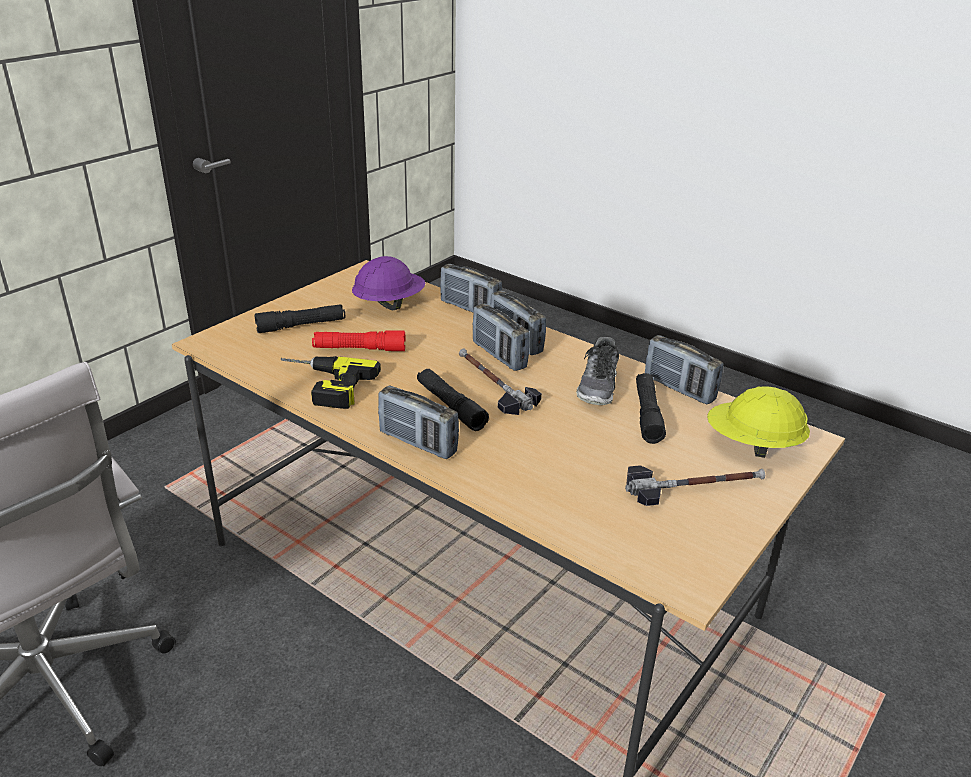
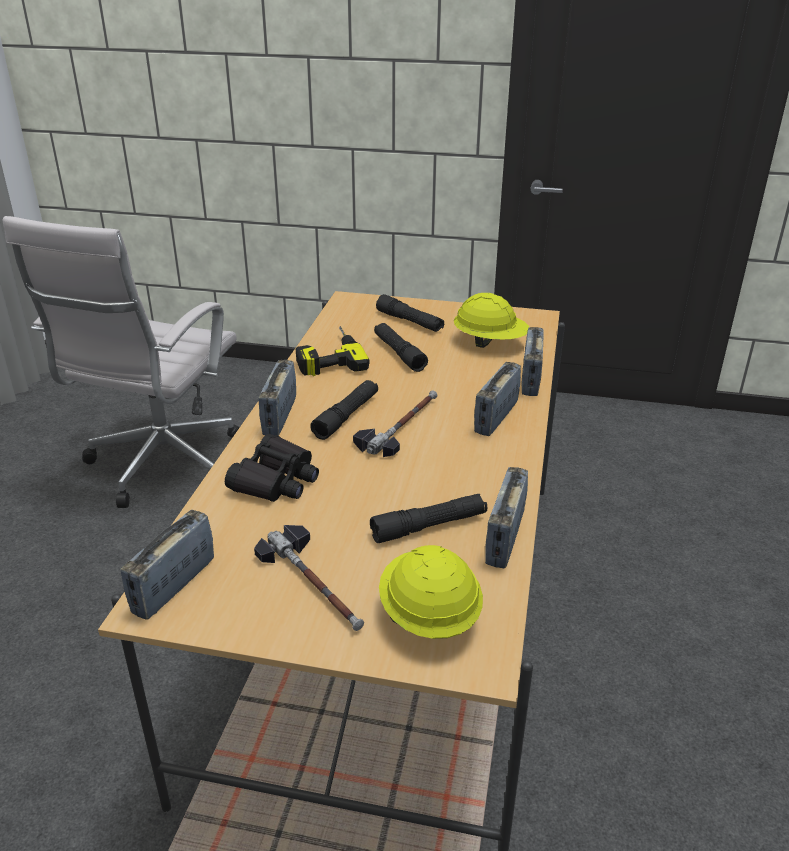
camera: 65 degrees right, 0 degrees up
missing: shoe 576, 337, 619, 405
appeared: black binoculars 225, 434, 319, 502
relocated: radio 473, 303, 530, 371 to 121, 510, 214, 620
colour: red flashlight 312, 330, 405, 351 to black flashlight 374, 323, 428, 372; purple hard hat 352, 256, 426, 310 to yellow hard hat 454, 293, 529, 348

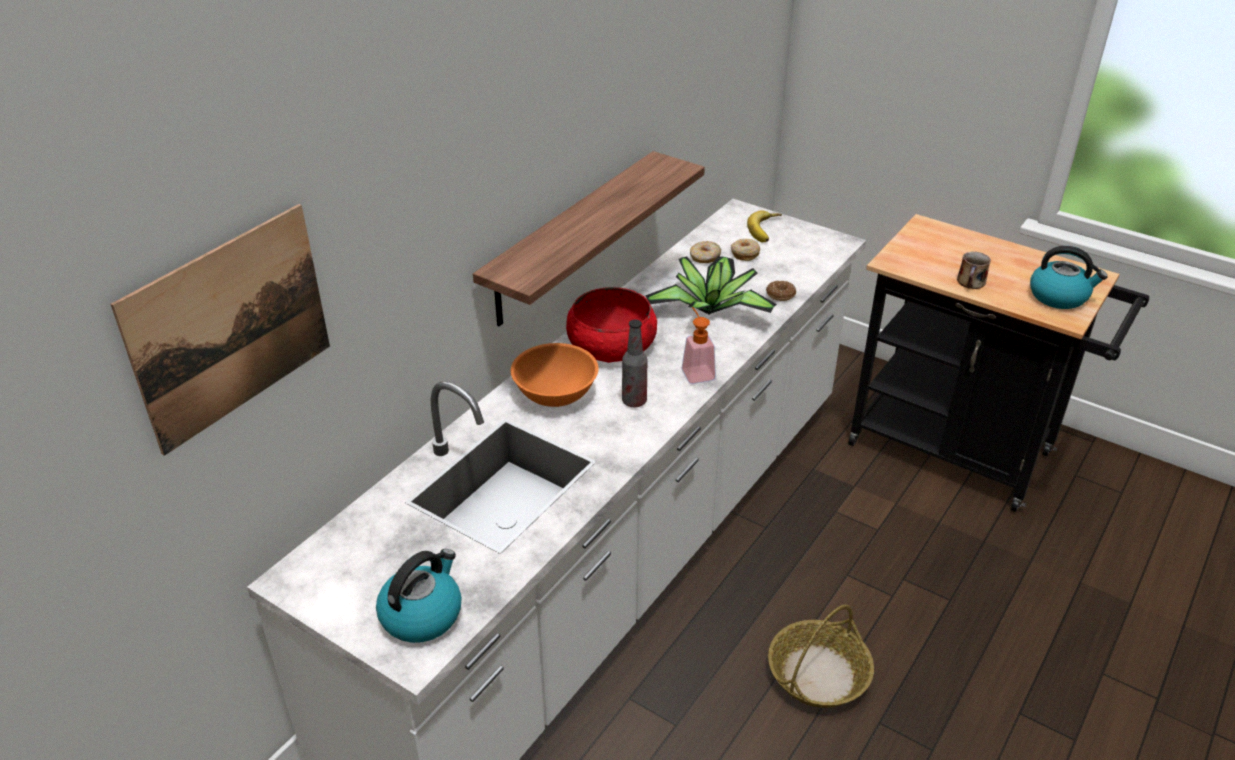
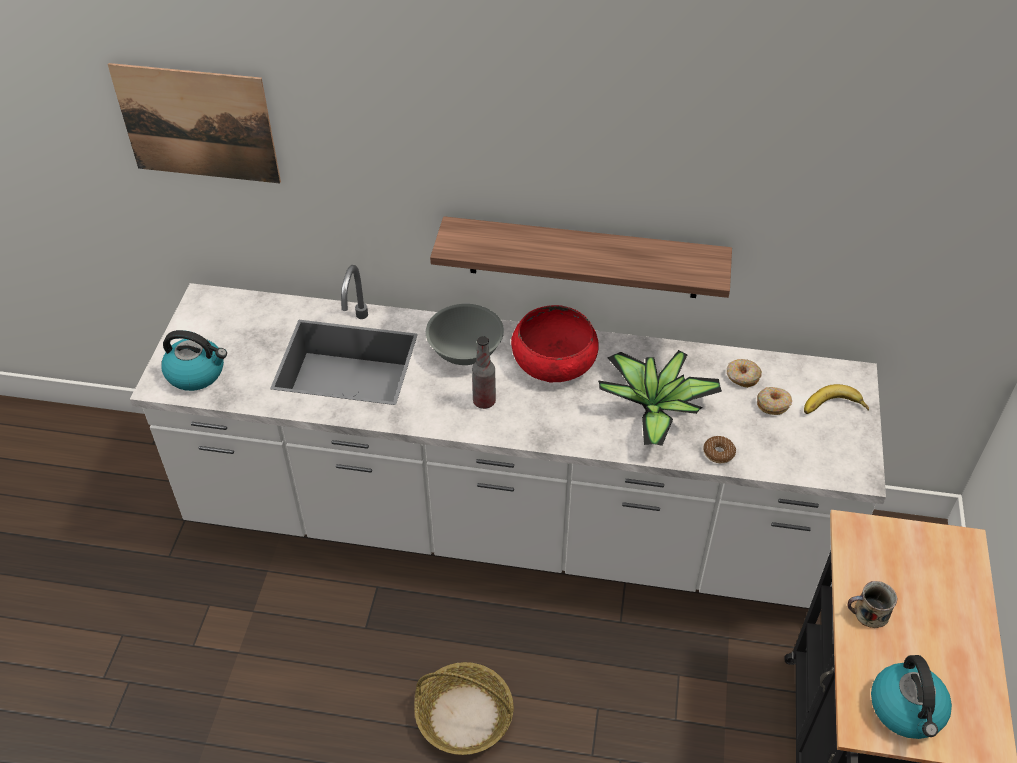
camera: 65 degrees right, 10 degrees up
missing: soap dispenser 681, 307, 716, 384
colour: orange bowl 511, 343, 599, 407 to grey bowl 426, 304, 504, 365

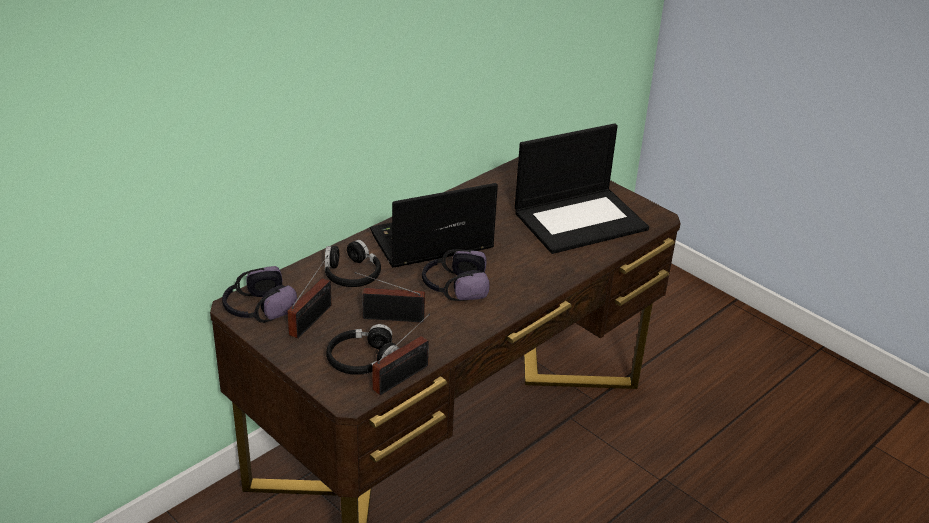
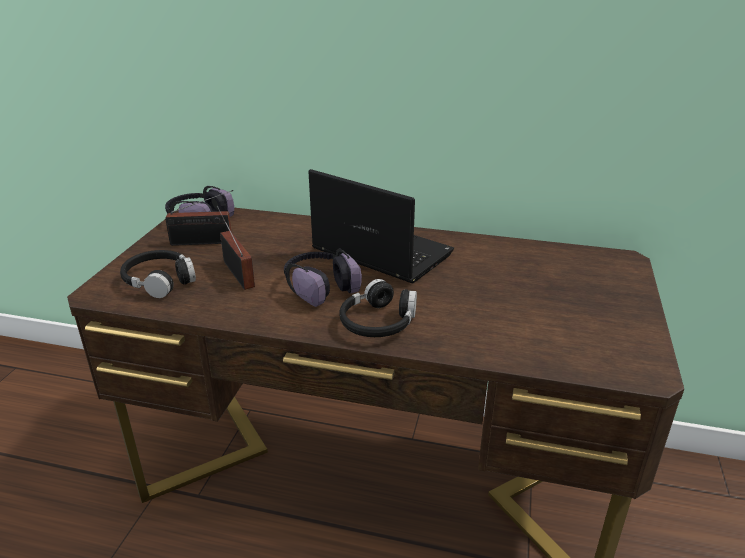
camera: 60 degrees right, 5 degrees down
missing: radio 372, 313, 430, 395; laptop 515, 123, 649, 254
relocated: black headphones 325, 240, 381, 287 to 339, 279, 417, 337

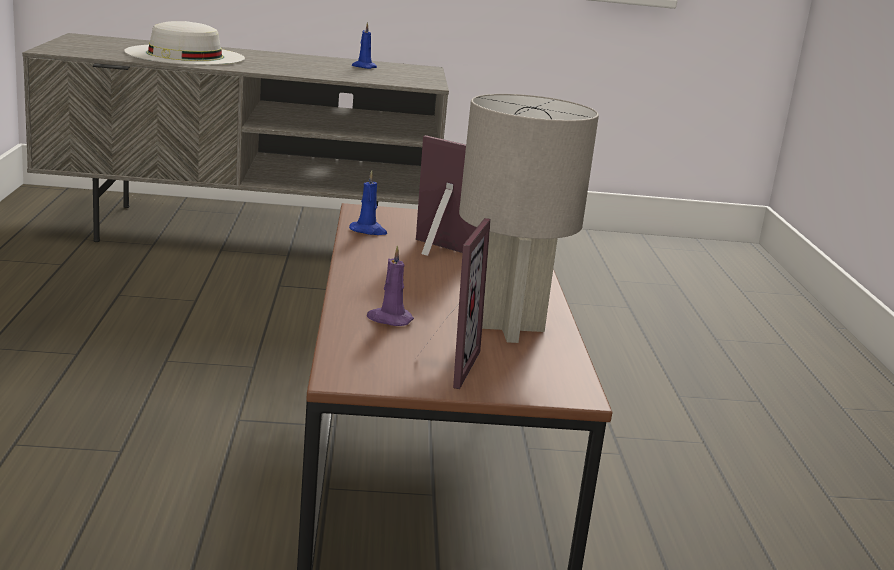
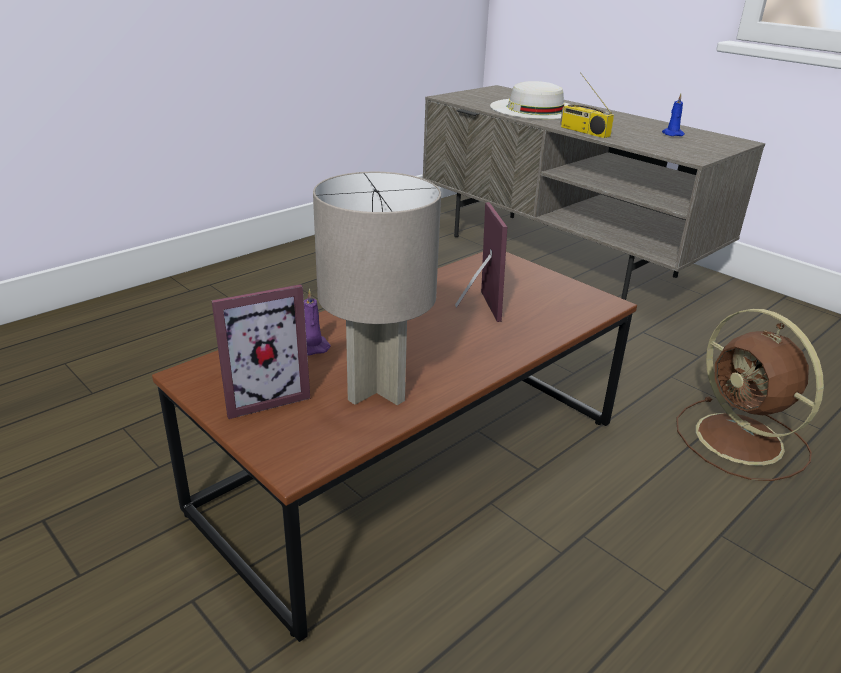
camera: 50 degrees right, 10 degrees up
missing: blue candle 349, 170, 387, 235
appeared: radio 560, 72, 614, 138; brown fan 676, 309, 824, 481

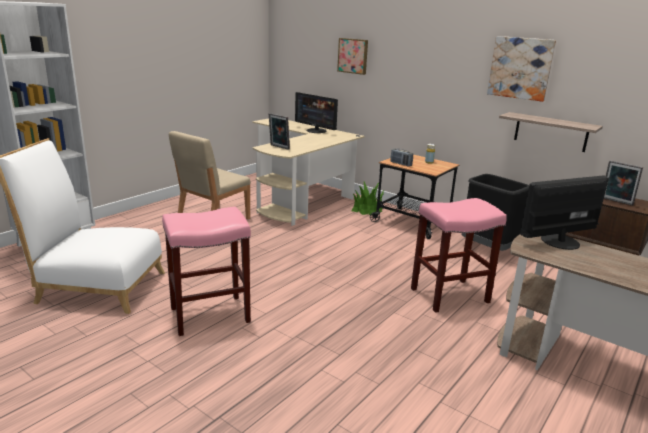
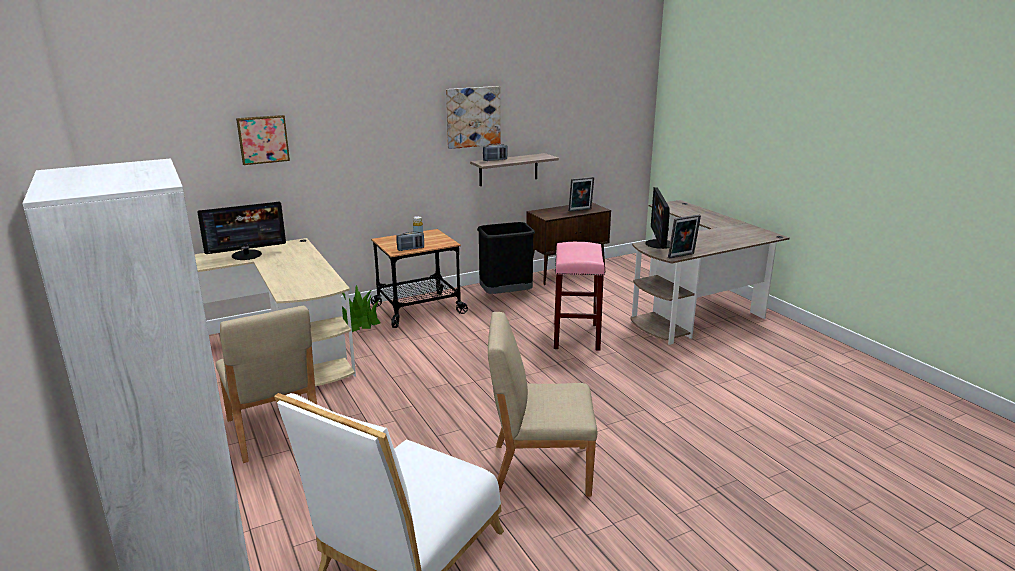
camera: 65 degrees left, 0 degrees up
appeared: radio 483, 143, 508, 161
relocated: picture frame 269, 113, 290, 150 to 668, 215, 701, 259
exchanged: pink stool 162, 207, 251, 336 to beige chair 488, 312, 597, 497

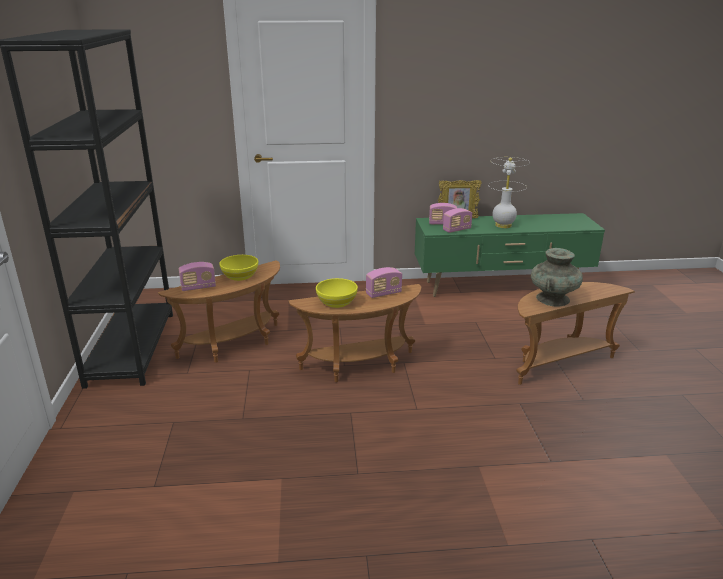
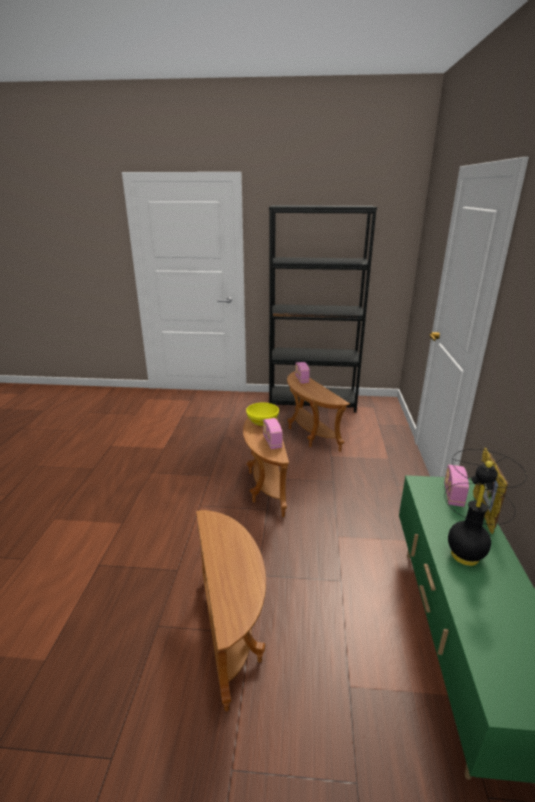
camera: 100 degrees right, 0 degrees up
missing: yellow bowl 219, 255, 258, 281; radio 443, 208, 472, 233; turquoise vase 531, 248, 583, 307
colour: white table lamp 488, 157, 530, 228 to black table lamp 444, 449, 527, 566

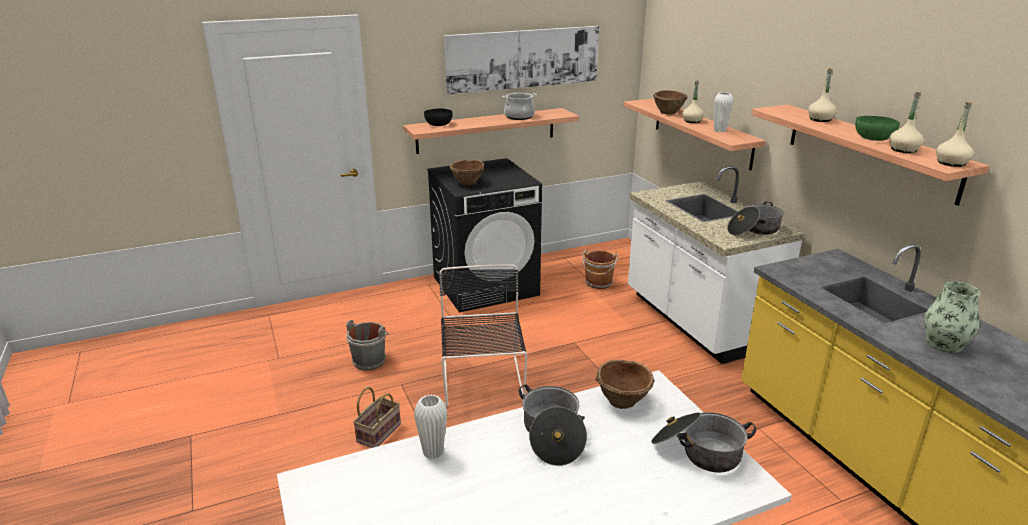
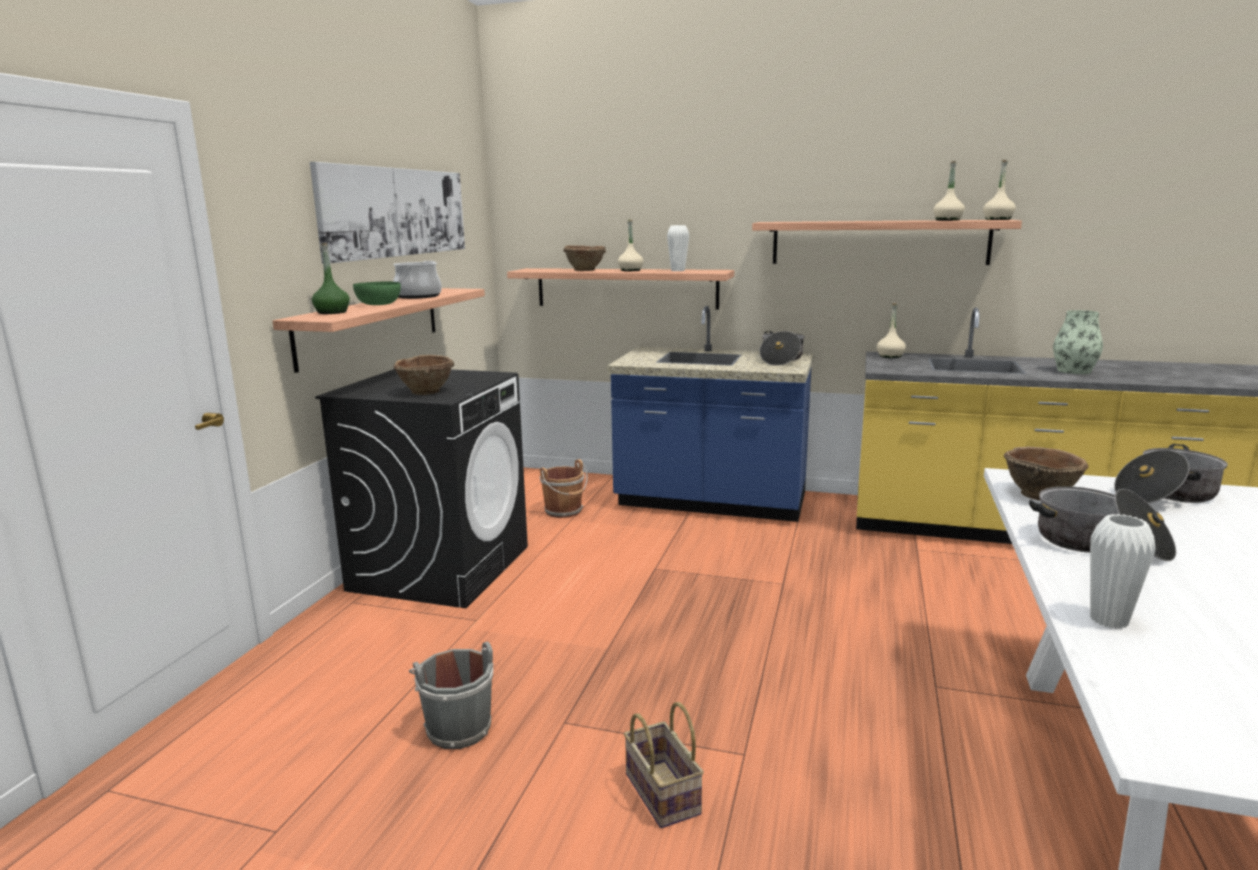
camera: 50 degrees left, 10 degrees down
missing: black chair 439, 264, 527, 407
relocated: beige bottle 808, 68, 837, 122 to 877, 303, 906, 358; green bowl 855, 116, 900, 141 to 353, 281, 401, 305
exchanged: black bowl 424, 109, 453, 126 to green bottle 312, 243, 350, 314
colour: white counter 628, 166, 805, 364 to blue counter 607, 306, 814, 522

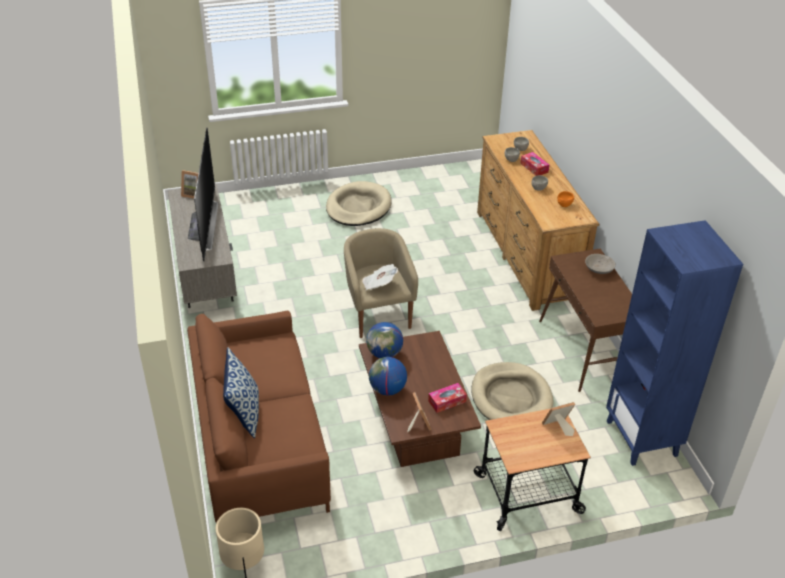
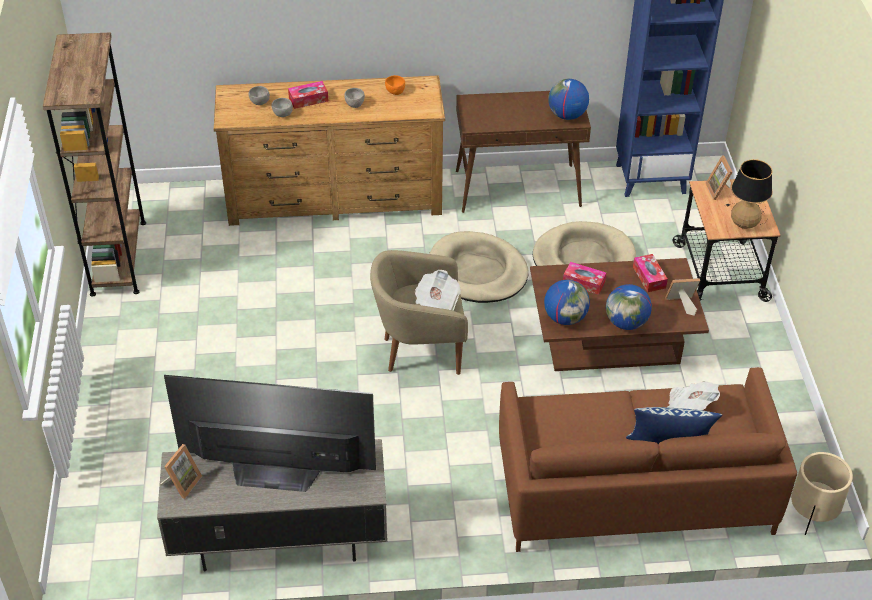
camera: 80 degrees left, 5 degrees up
missing: grey bowl 585, 254, 616, 274
appeared: brown bookcase 43, 32, 146, 297; globe 548, 79, 589, 120; tissue box 563, 262, 606, 295; newspaper 668, 381, 720, 410; table lamp 726, 159, 772, 229
relocated: beige dog bed 326, 181, 392, 226 to 429, 231, 529, 303

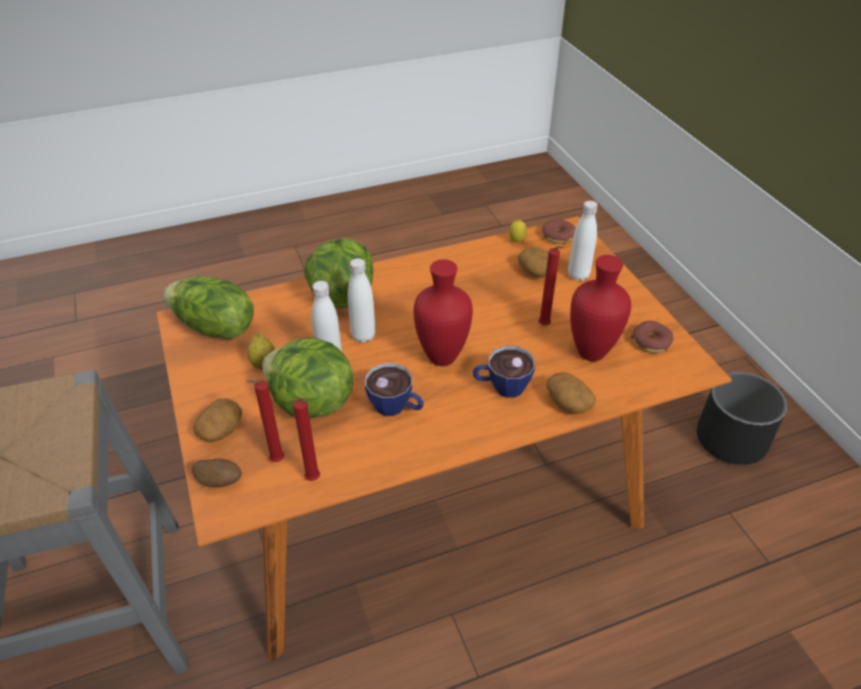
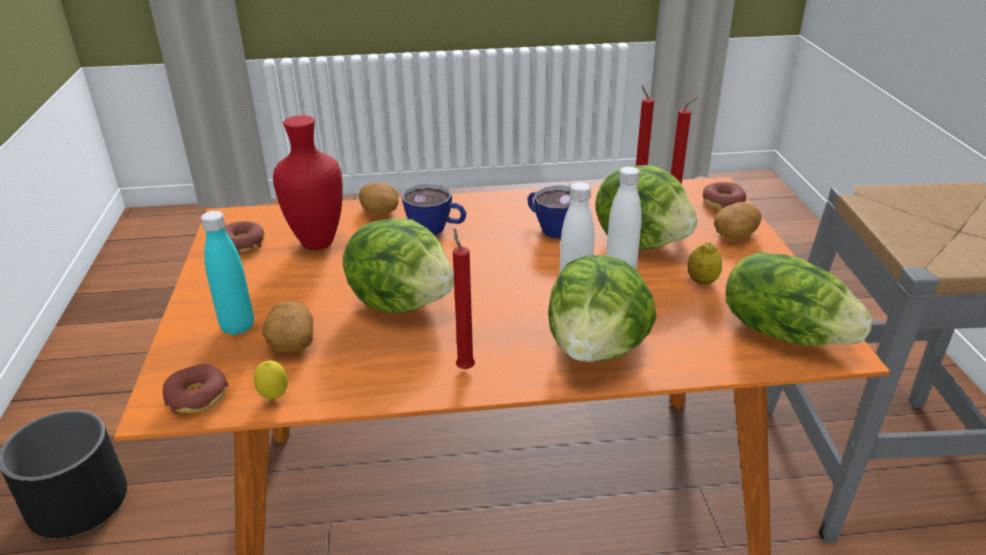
camera: 165 degrees left, 10 degrees down
missing: red vase 413, 259, 473, 366
appeared: lettuce 343, 218, 454, 313
relocated: red candle 538, 246, 564, 326 to 453, 228, 475, 369
exchanged: potato 192, 459, 242, 487 to donut 703, 182, 746, 209
colour: white bottle 568, 201, 598, 281 to turquoise bottle 201, 211, 254, 335

